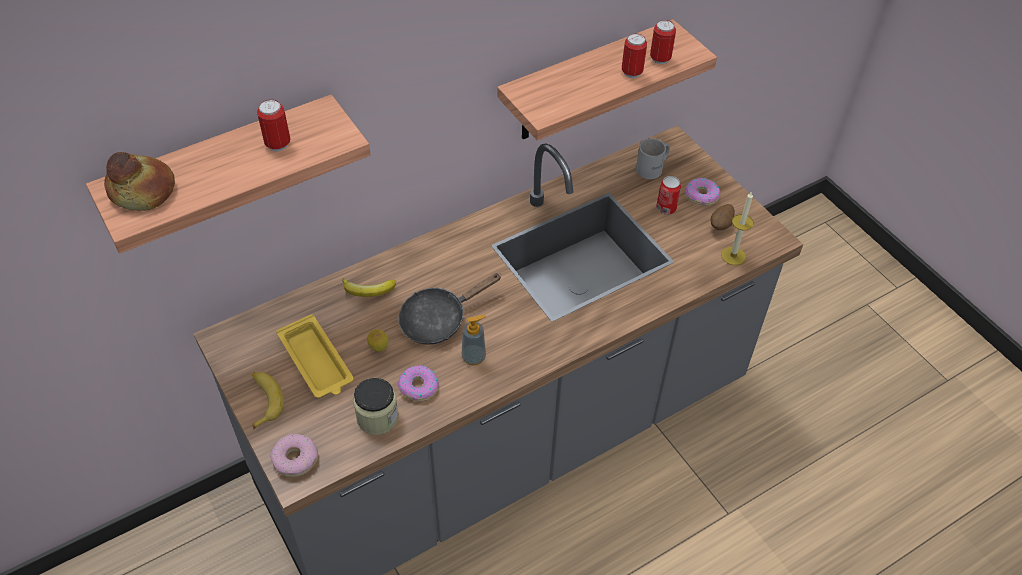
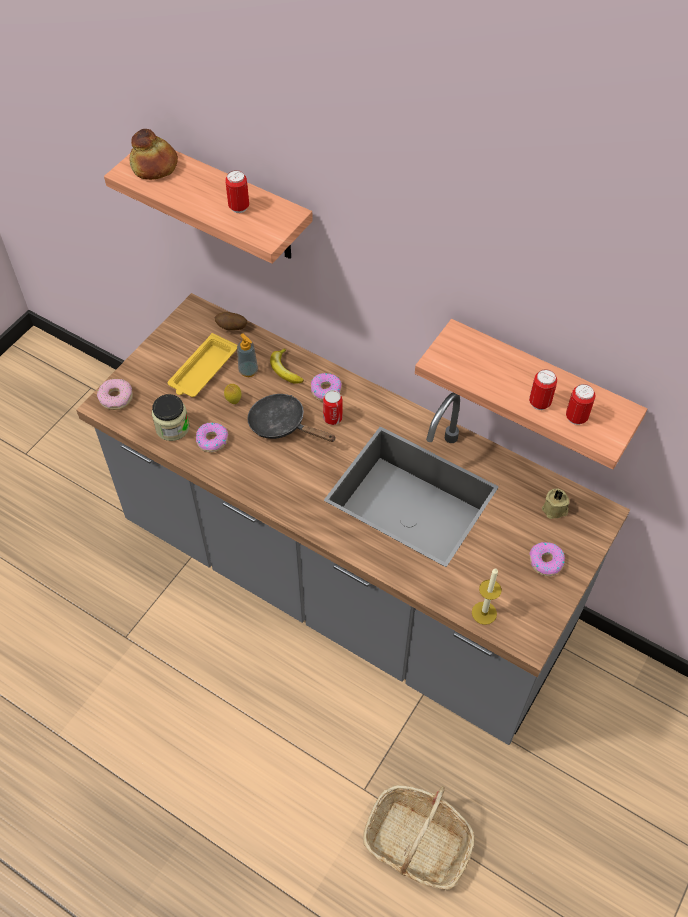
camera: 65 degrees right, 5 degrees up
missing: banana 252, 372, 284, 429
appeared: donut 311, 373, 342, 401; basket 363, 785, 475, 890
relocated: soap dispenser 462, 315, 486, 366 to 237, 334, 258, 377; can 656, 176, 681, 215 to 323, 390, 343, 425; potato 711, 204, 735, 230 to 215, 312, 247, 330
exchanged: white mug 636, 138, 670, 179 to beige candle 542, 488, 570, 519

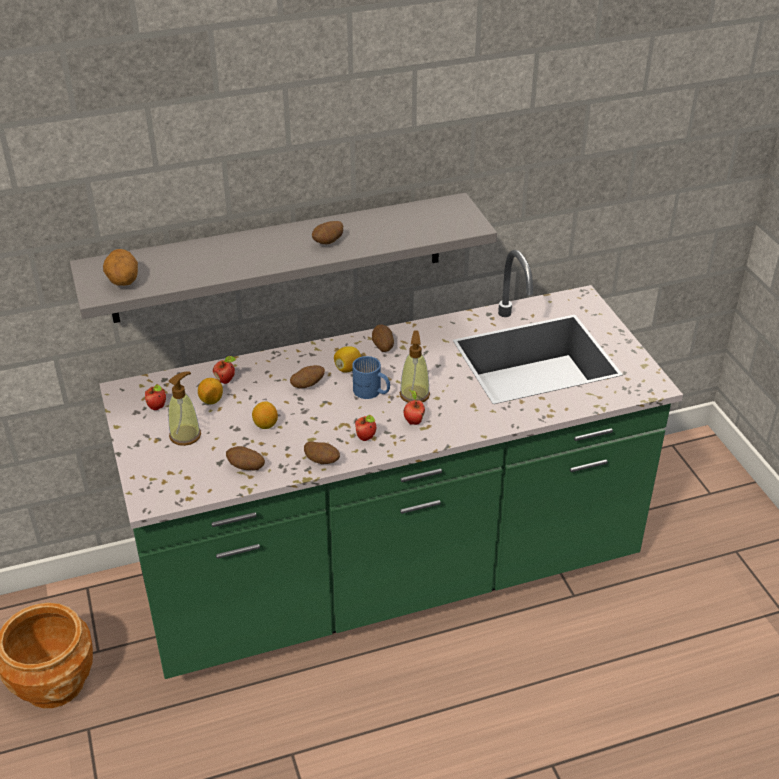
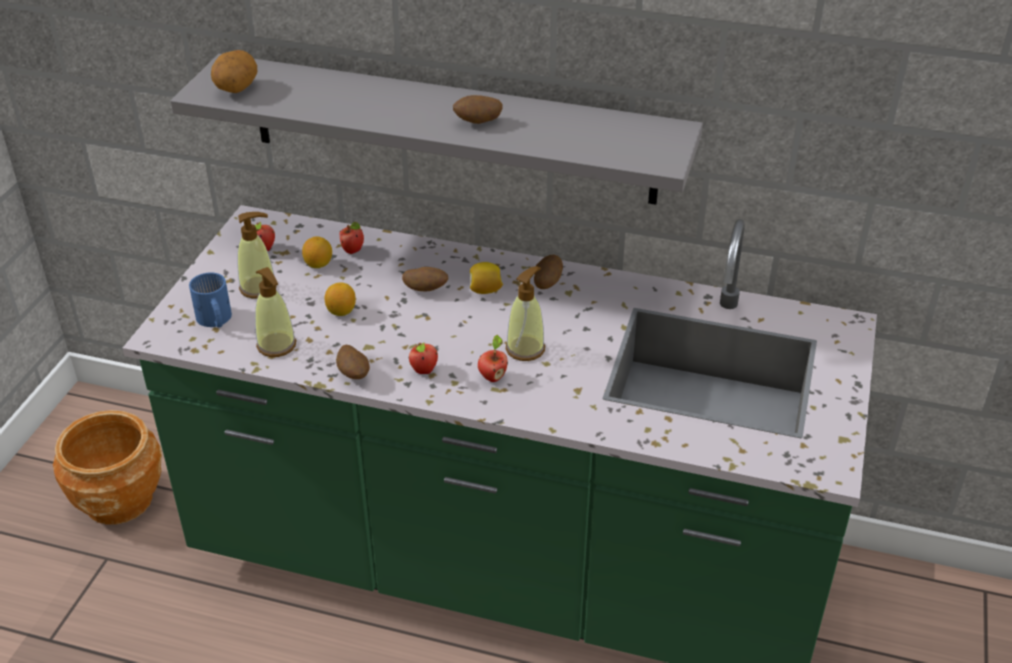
camera: 35 degrees right, 0 degrees up
relocated: blue mug 352, 356, 390, 399 to 189, 272, 232, 328
exchanged: potato 226, 446, 265, 470 to soap dispenser 255, 267, 296, 357

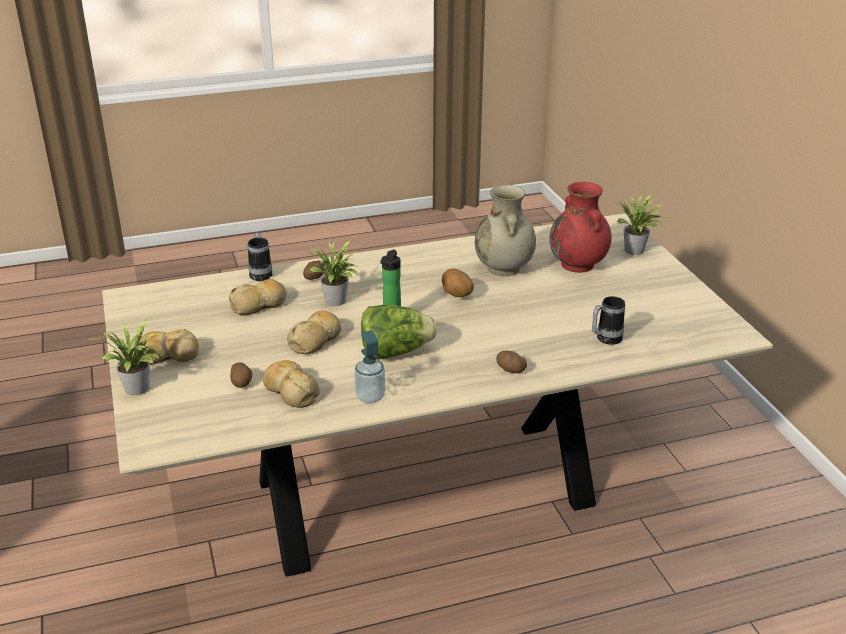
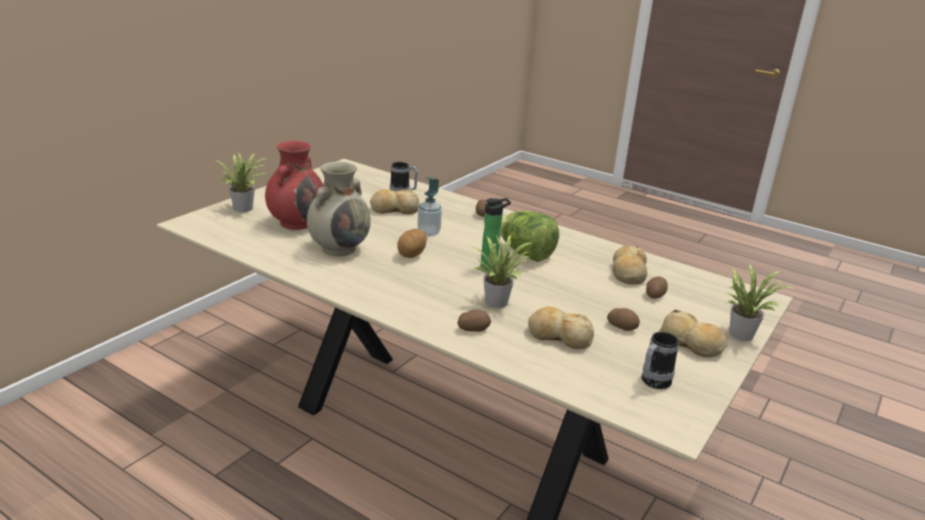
camera: 130 degrees left, 5 degrees down
appeared: potato 607, 308, 640, 331
relocated: mug 248, 233, 273, 281 to 641, 332, 679, 389; bread 287, 310, 341, 354 to 370, 189, 419, 214; soap dispenser 354, 330, 385, 404 to 417, 177, 442, 236

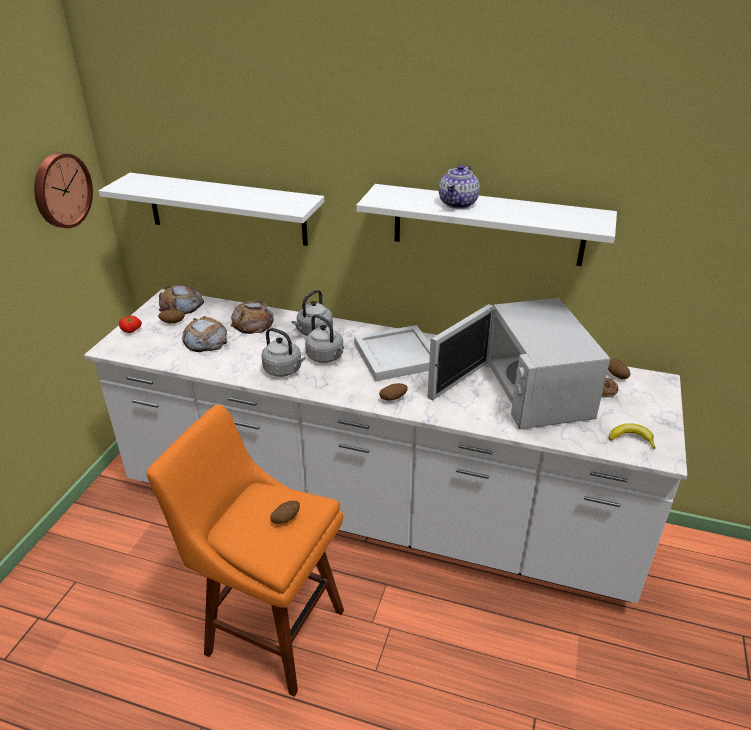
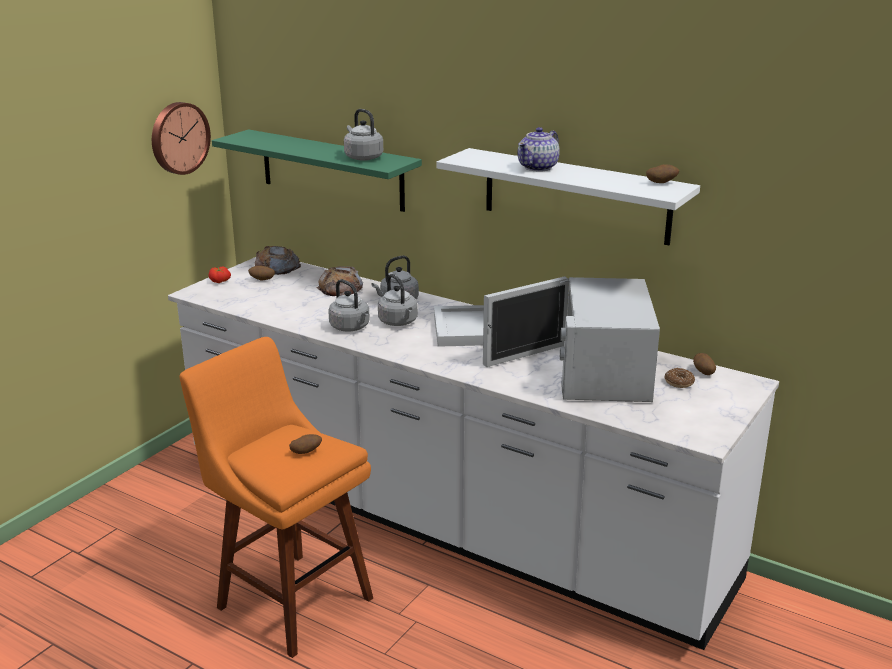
camera: 15 degrees right, 10 degrees down
missing: bread 182, 316, 227, 352; banana 609, 423, 656, 449
appeared: grey kettle 344, 109, 383, 161
relocated: potato 379, 383, 408, 401 to 646, 164, 679, 183
colour: white shelf 98, 173, 324, 246 to green shelf 212, 129, 422, 212

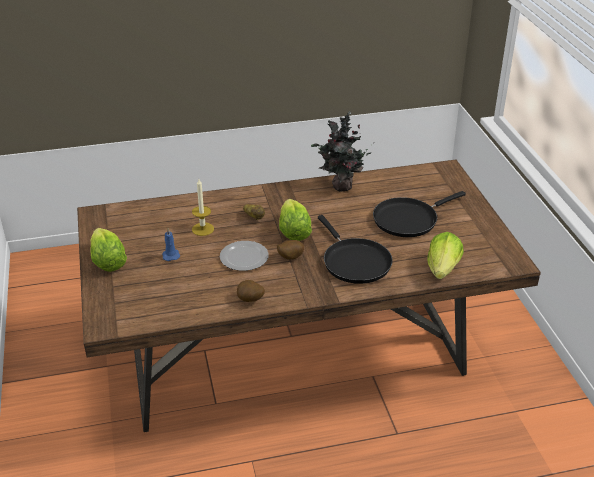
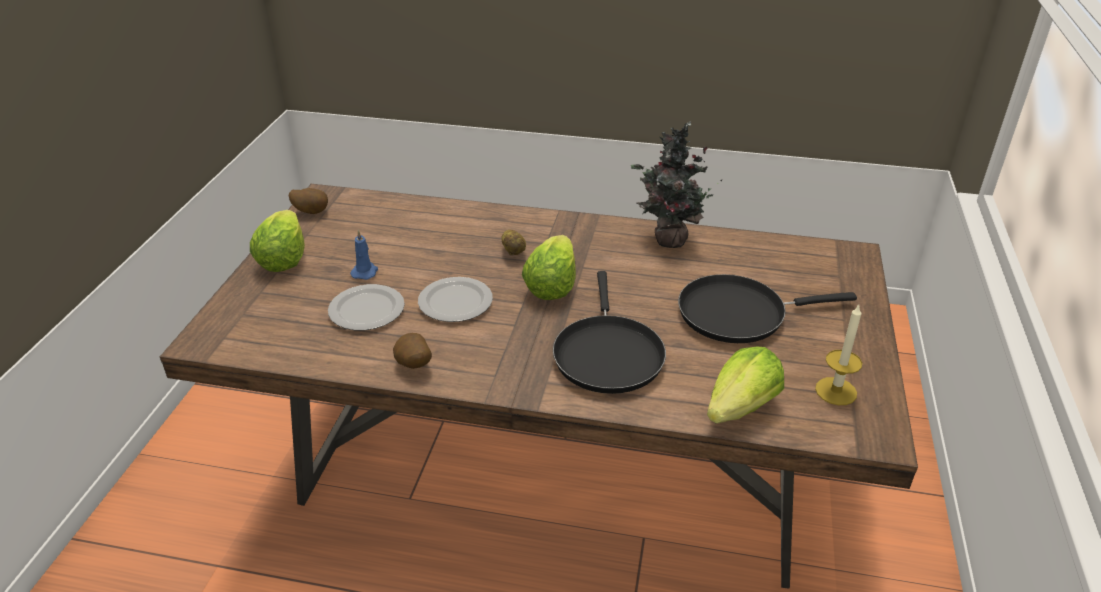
camera: 25 degrees right, 0 degrees up
appeared: plate 328, 284, 405, 330
relocated: candle 192, 179, 214, 236 to 815, 305, 862, 405; potato 277, 240, 304, 259 to 289, 188, 328, 214

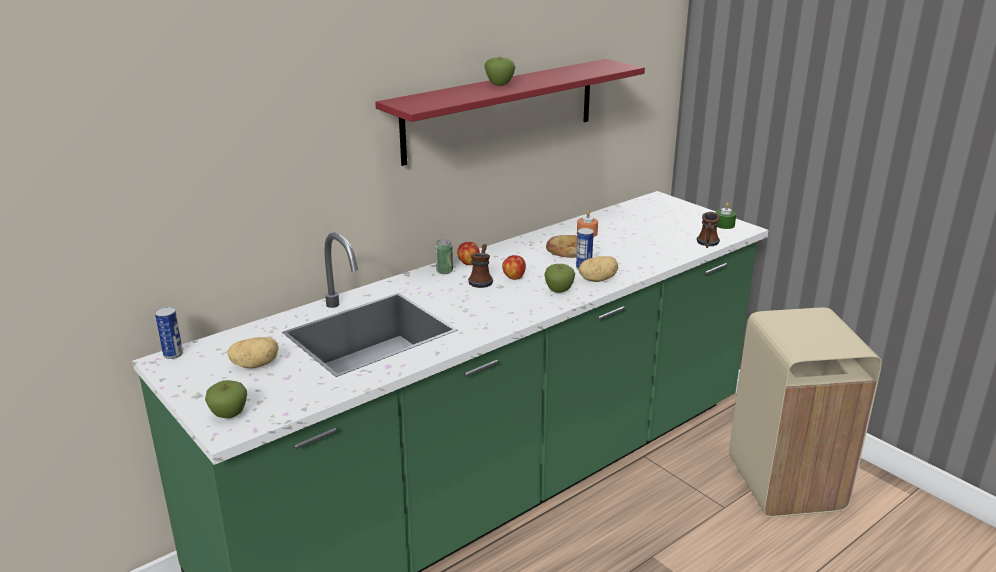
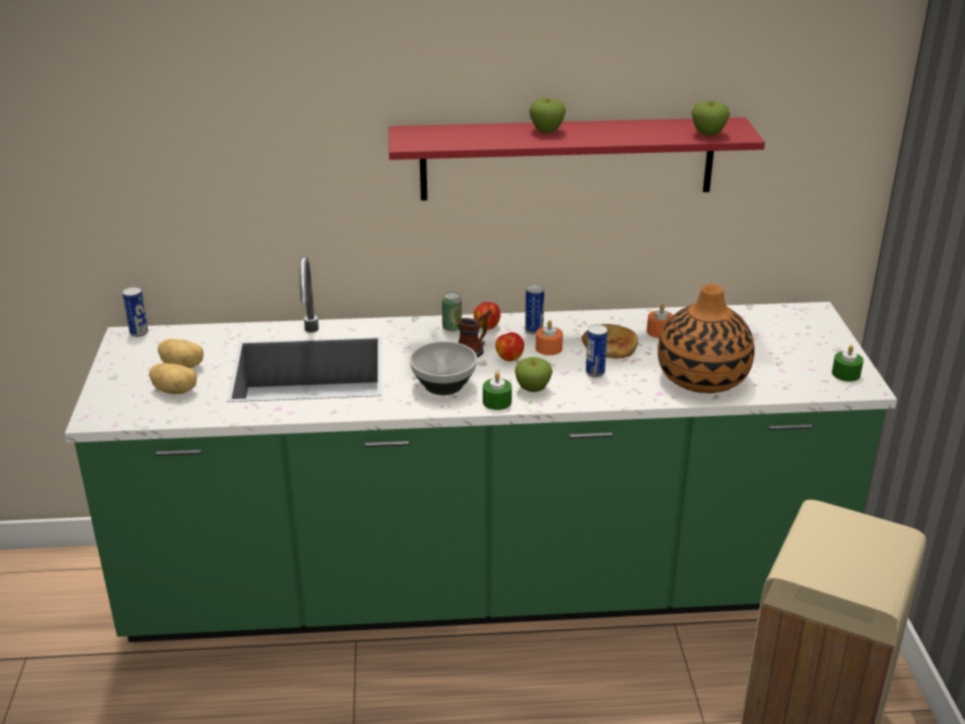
camera: 35 degrees right, 5 degrees up
missing: mug 697, 212, 720, 248
appeared: bowl 410, 341, 477, 395; green candle 483, 372, 512, 410; can 525, 284, 544, 335; orange candle 536, 320, 563, 355; vase 658, 284, 755, 393
relocated: apple 205, 380, 247, 418 to 692, 101, 730, 136; potato 579, 256, 618, 282 to 149, 363, 197, 394

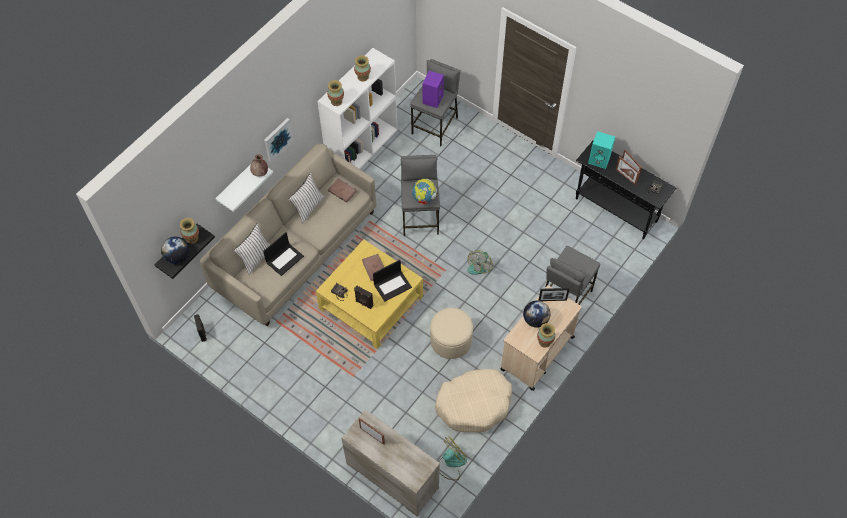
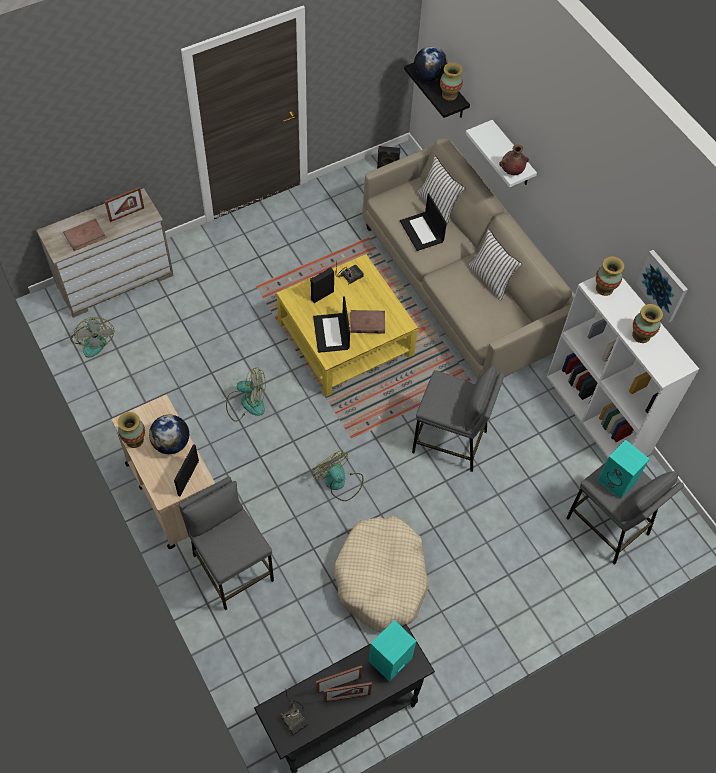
camera: 110 degrees right, 0 degrees up
missing: globe 412, 178, 438, 205
relocated: picture 264, 118, 293, 162 to 636, 250, 688, 323; brown book 328, 178, 357, 203 to 63, 218, 107, 251; beige dog bed 435, 369, 512, 433 to 333, 516, 428, 631
exchanged: beige ottoman 430, 308, 473, 359 to fan 226, 367, 265, 422
colour: purple speaker 422, 71, 444, 108 to turquoise speaker 598, 440, 649, 499

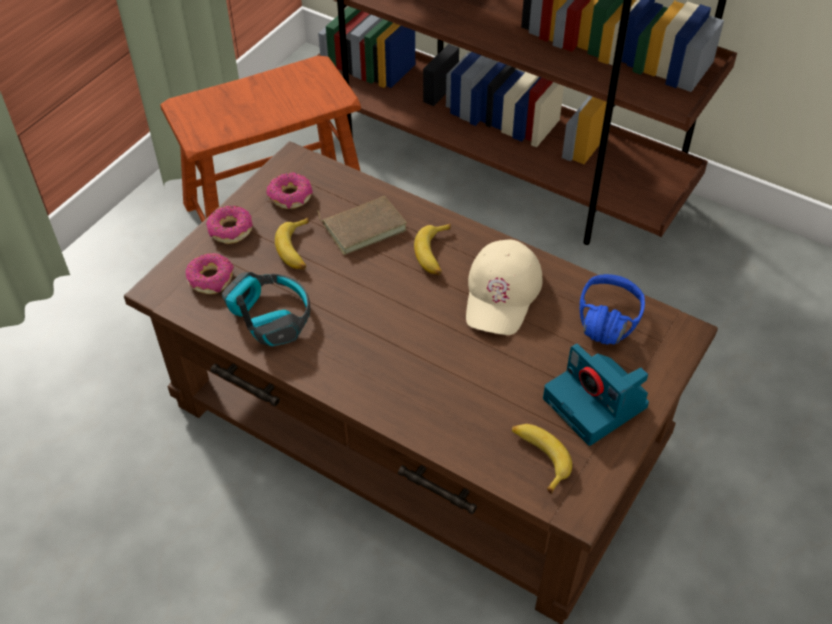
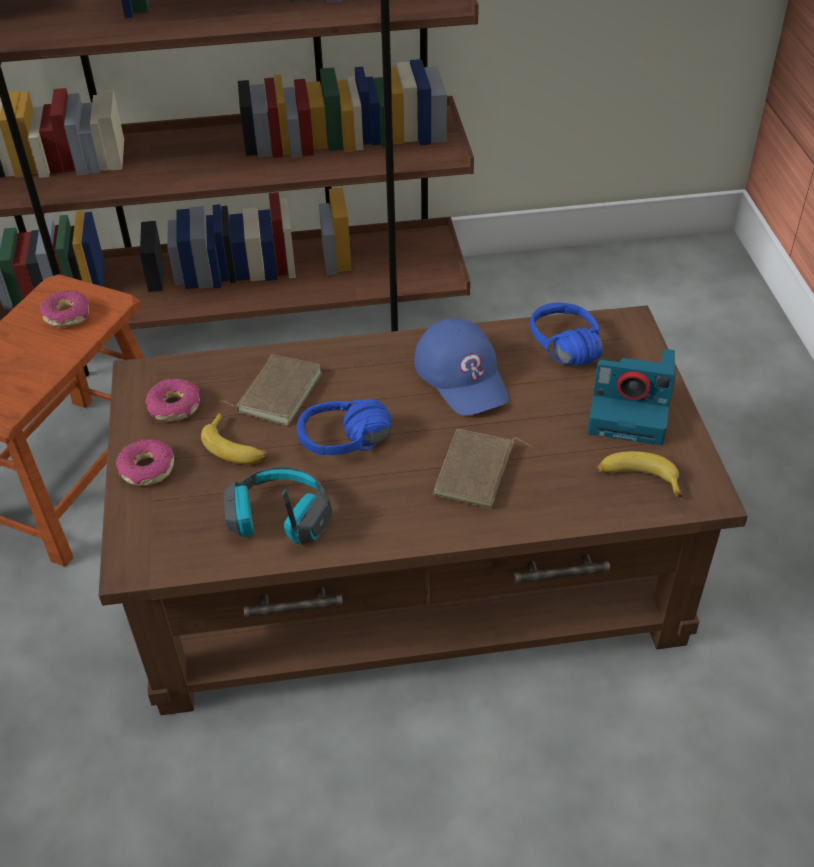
camera: 40 degrees left, 5 degrees down
missing: banana 414, 224, 451, 275
appeared: blue headphones 297, 399, 391, 455; brown book 432, 429, 533, 509
relocated: donut 186, 253, 234, 294 to 40, 290, 89, 327
colour: beige cap 466, 239, 543, 335 to blue cap 414, 319, 509, 416

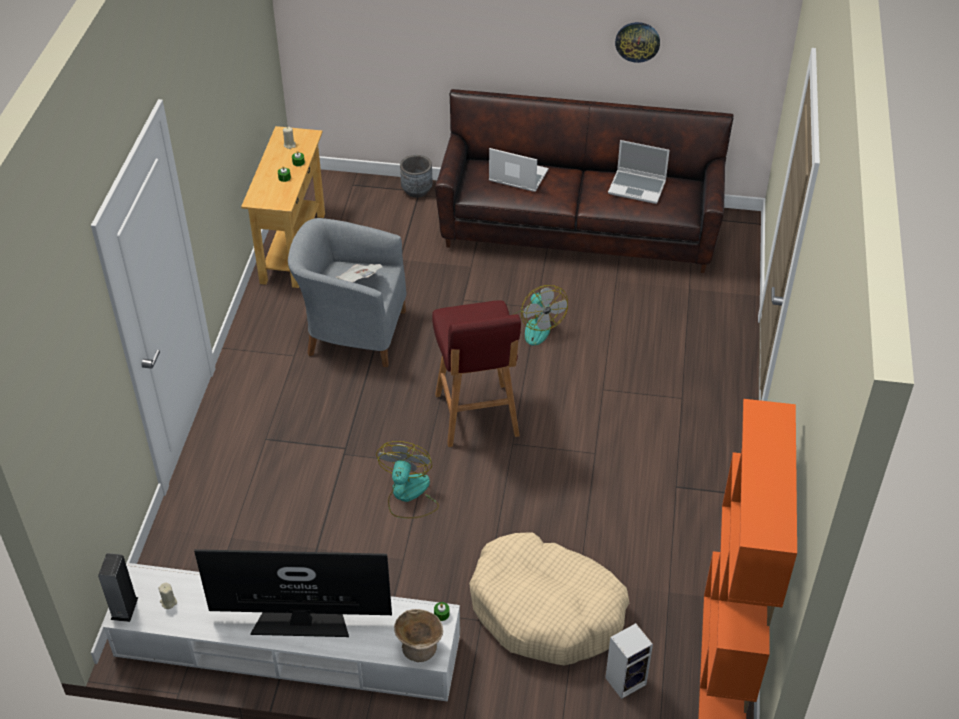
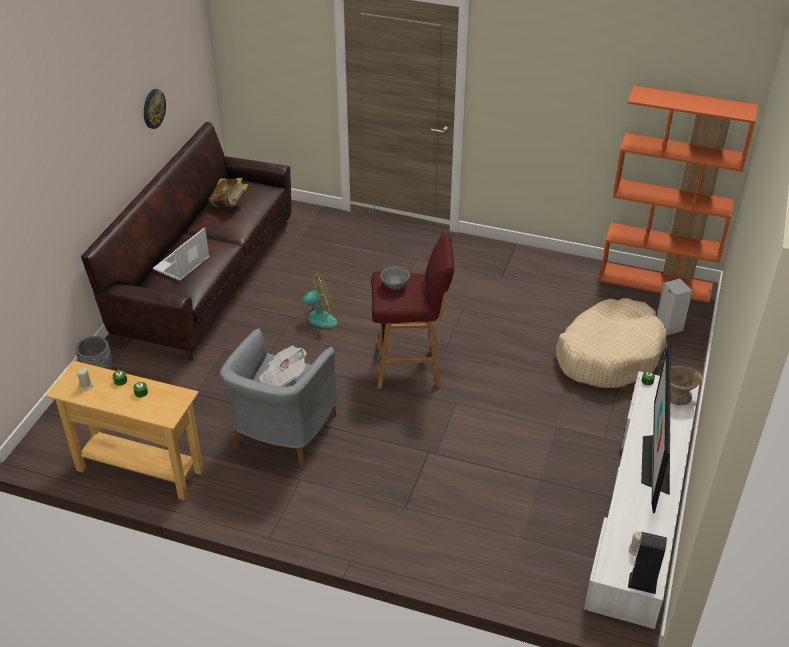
camera: 80 degrees left, 5 degrees down
missing: fan 376, 441, 439, 518
appeared: grey bowl 380, 266, 410, 290
exchanged: laptop 608, 140, 670, 204 to book 208, 178, 248, 207

